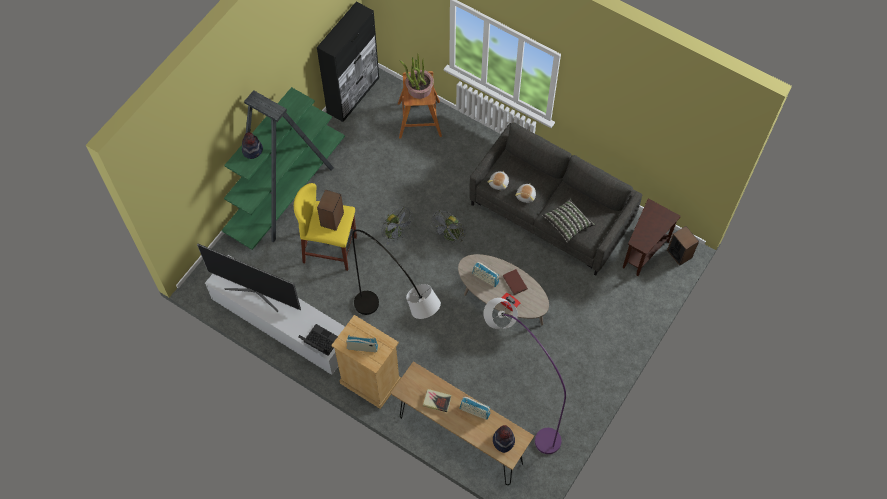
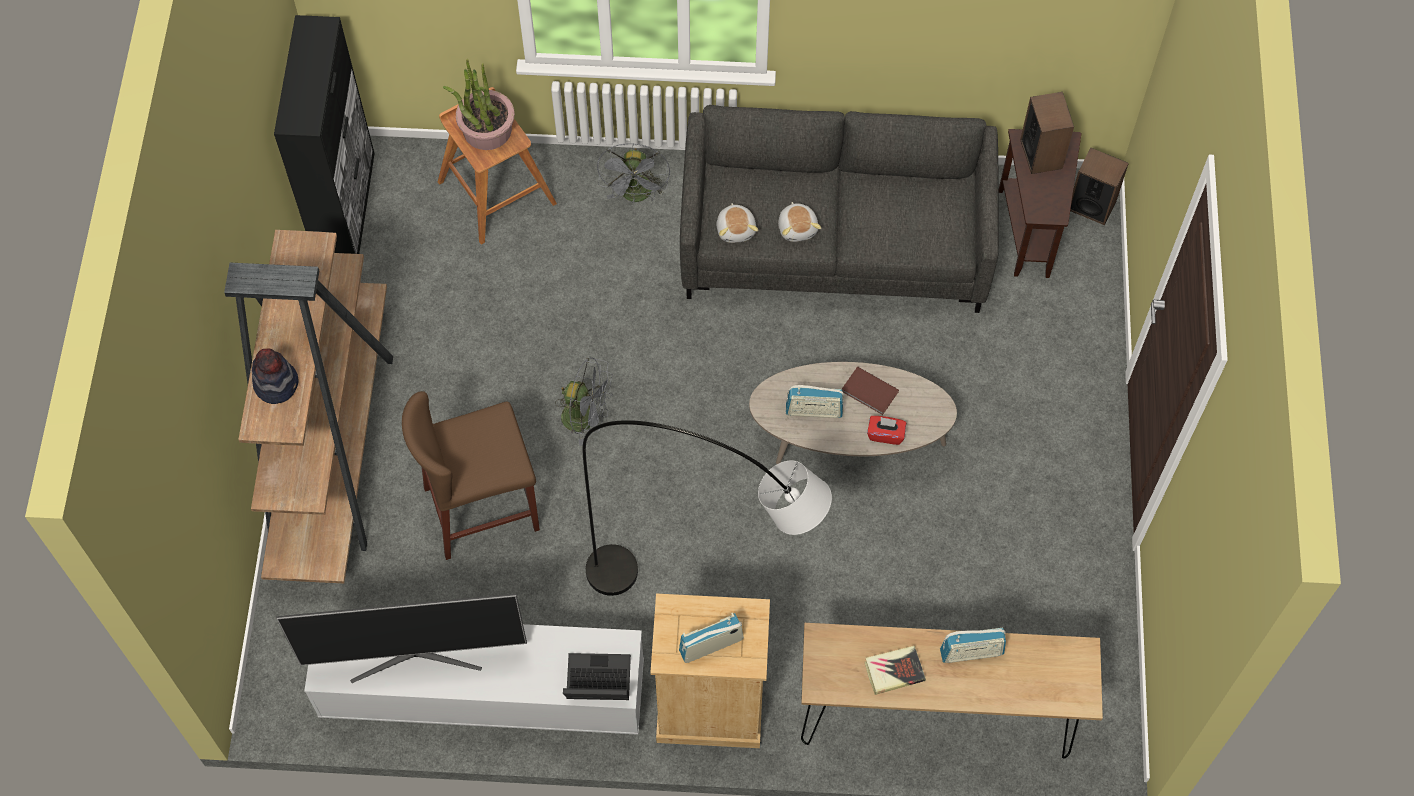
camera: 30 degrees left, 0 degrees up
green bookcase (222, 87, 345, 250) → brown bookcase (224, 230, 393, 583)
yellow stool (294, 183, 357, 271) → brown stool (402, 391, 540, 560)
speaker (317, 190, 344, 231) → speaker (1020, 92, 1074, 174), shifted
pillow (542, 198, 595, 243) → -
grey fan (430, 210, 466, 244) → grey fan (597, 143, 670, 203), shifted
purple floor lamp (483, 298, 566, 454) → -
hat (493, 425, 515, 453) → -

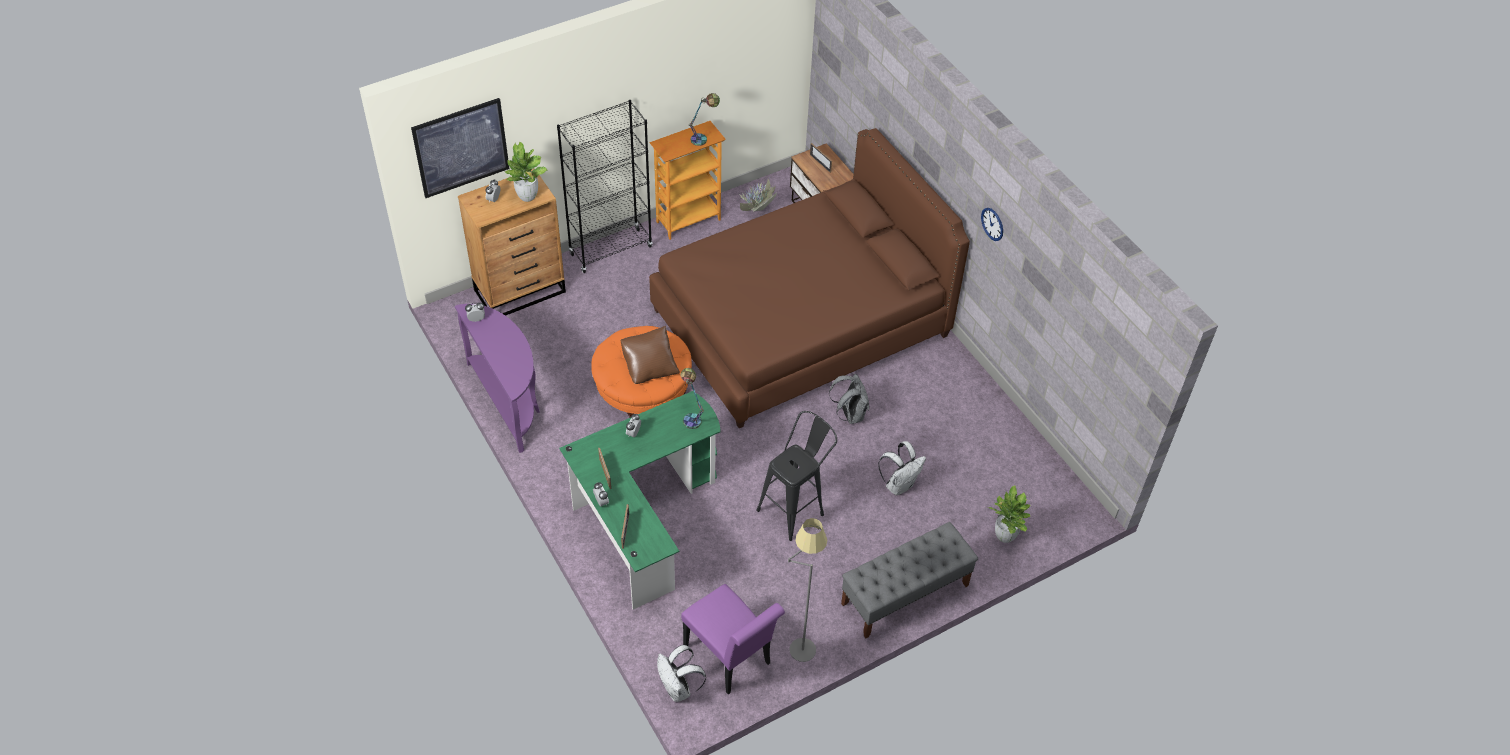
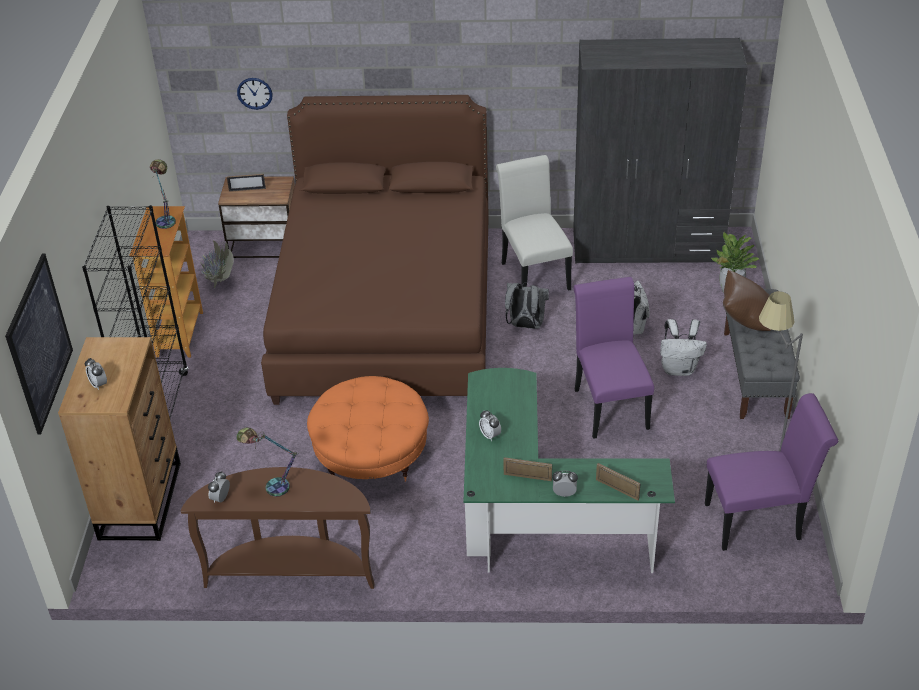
camera: 55 degrees left, 10 degrees down
potted plant (505, 141, 547, 202) → -
wall clock (981, 208, 1003, 241) → wall clock (237, 78, 273, 110), shifted
purple console table (455, 304, 540, 453) → brown console table (181, 467, 375, 589)
brown pillow (620, 326, 680, 384) → brown pillow (723, 270, 771, 331), shifted
table lamp (680, 368, 704, 429) → table lamp (236, 427, 298, 497), shifted
black stool (756, 411, 837, 541) → purple chair (574, 277, 654, 439)
white backpack (657, 645, 706, 702) → white backpack (660, 319, 707, 376), shifted
- → grey wardrobe (573, 38, 748, 264)
- → white chair (496, 155, 573, 291)

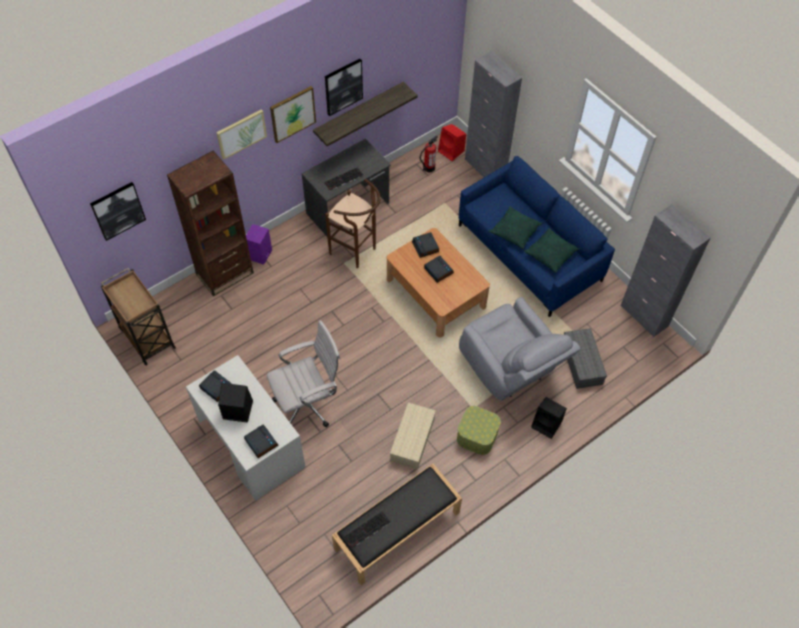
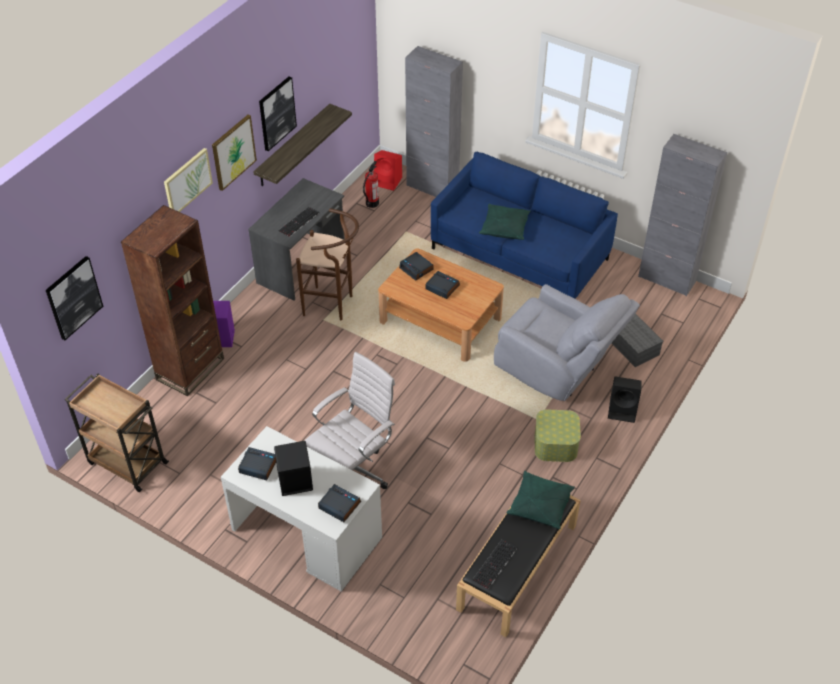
camera: 20 degrees left, 10 degrees down
green pillow (524, 228, 579, 273) → green pillow (506, 471, 575, 529), shifted
beige storage box (390, 402, 436, 469) → -

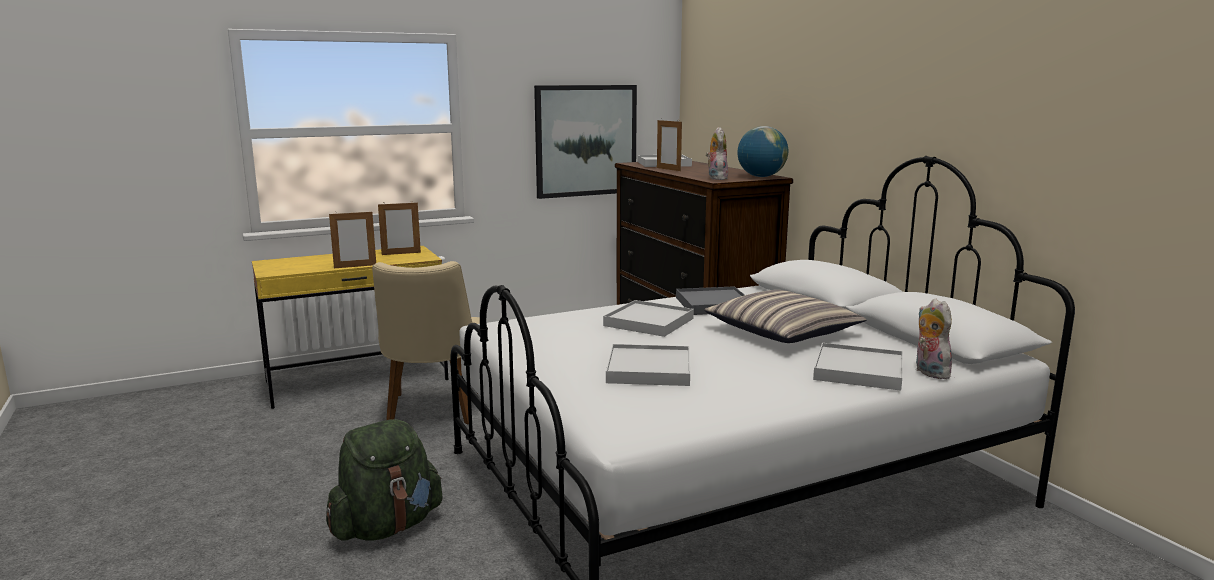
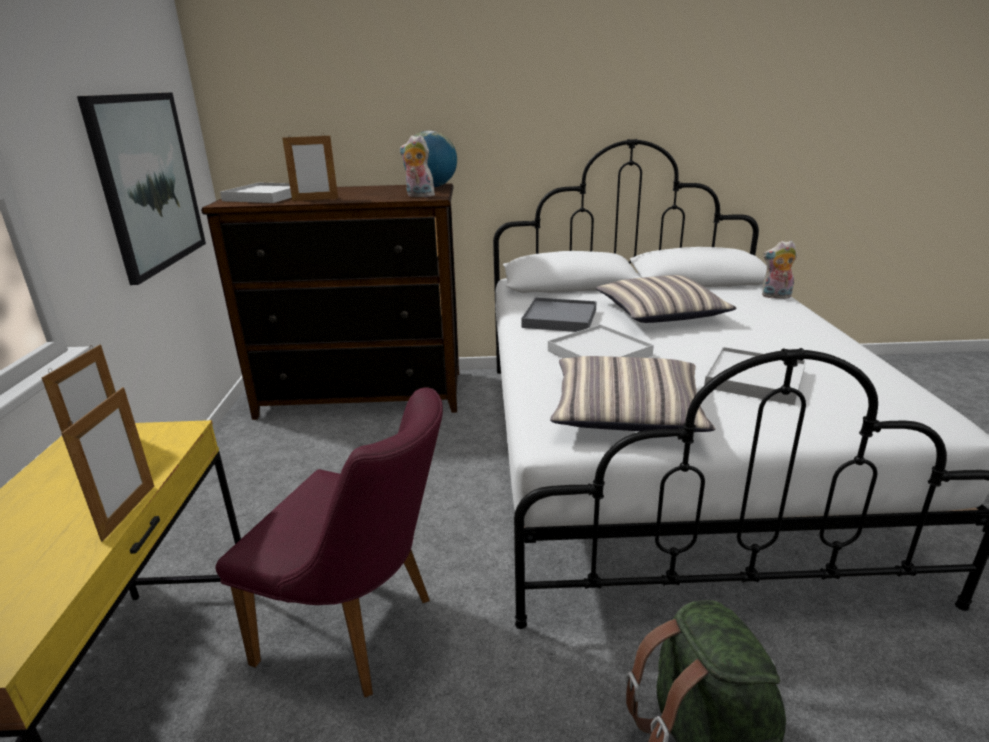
camera: 65 degrees left, 10 degrees up
beige chair (372, 261, 480, 424) → purple chair (215, 387, 443, 698)
white tray (813, 343, 903, 391) → -
- → pillow (550, 356, 715, 432)

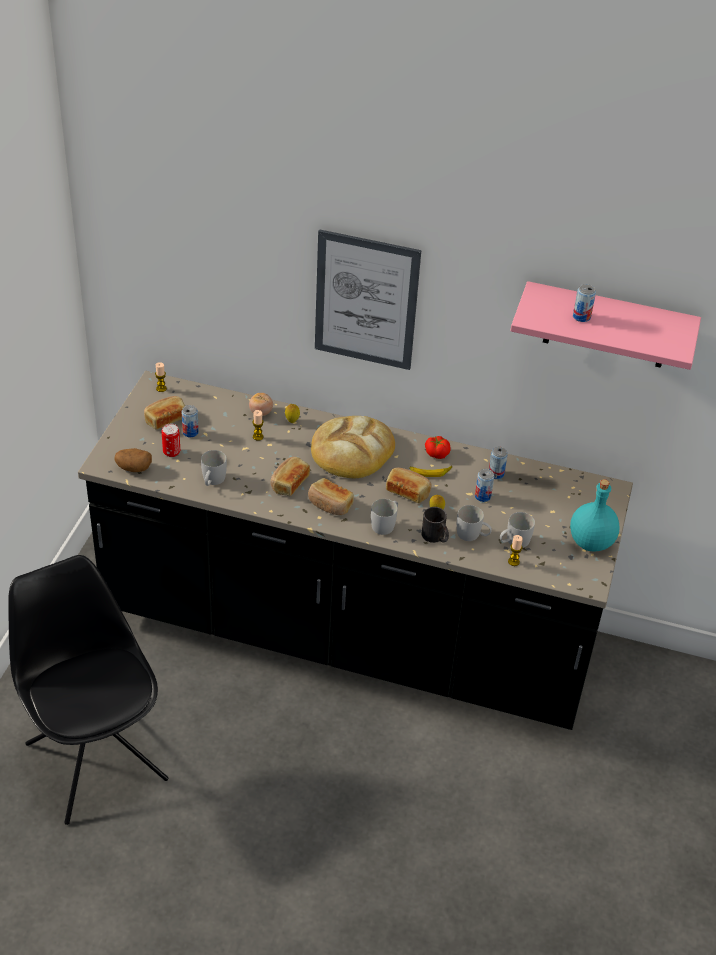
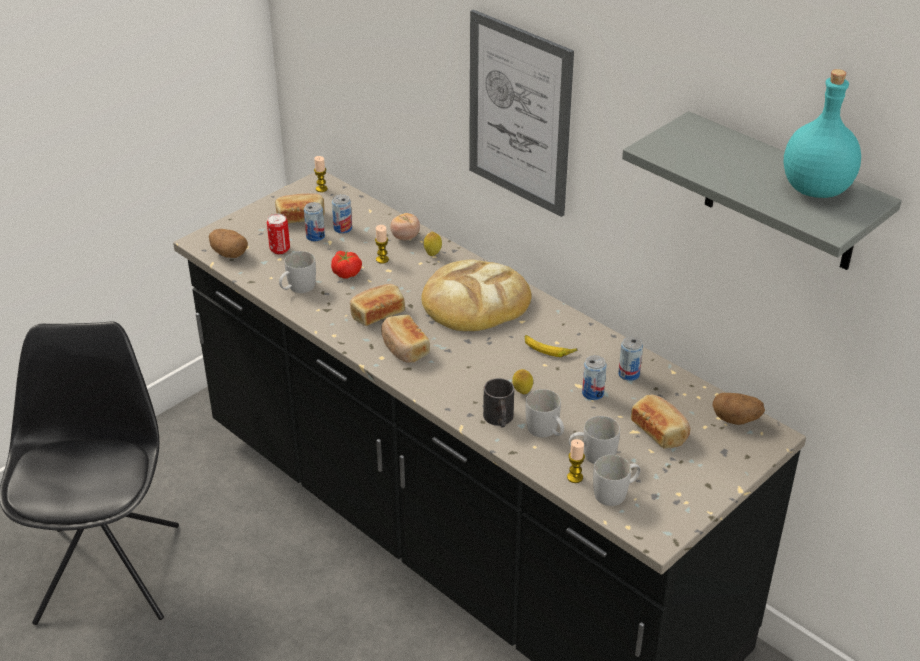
camera: 30 degrees right, 5 degrees down
pink shelf (511, 281, 701, 370) → grey shelf (622, 111, 902, 270)
can (573, 284, 596, 322) → can (332, 194, 352, 234), shifted
tomato (425, 436, 450, 459) → tomato (331, 251, 362, 279), shifted
bread (386, 468, 432, 503) → bread (631, 395, 690, 449), shifted
turquoise bottle (570, 479, 620, 552) → turquoise bottle (783, 69, 861, 198), shifted
white mug (371, 499, 398, 535) → white mug (593, 455, 640, 506), shifted
- → potato (713, 393, 765, 425)

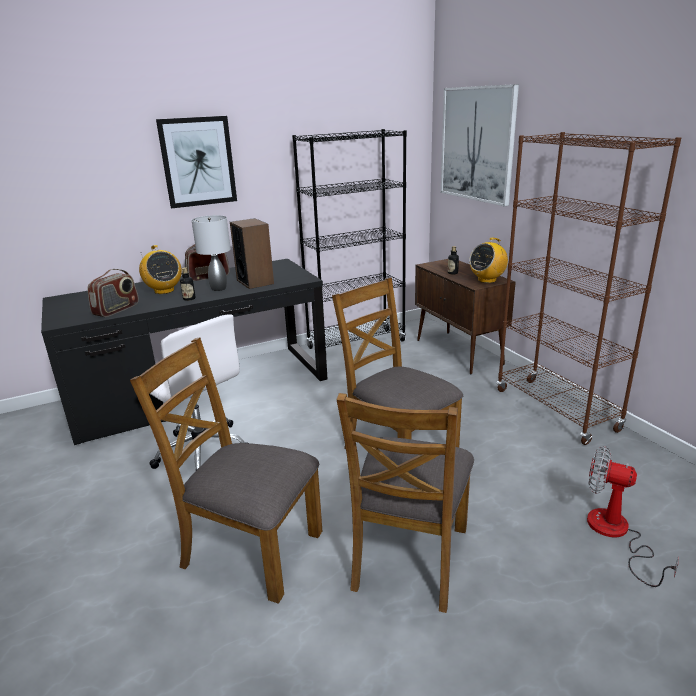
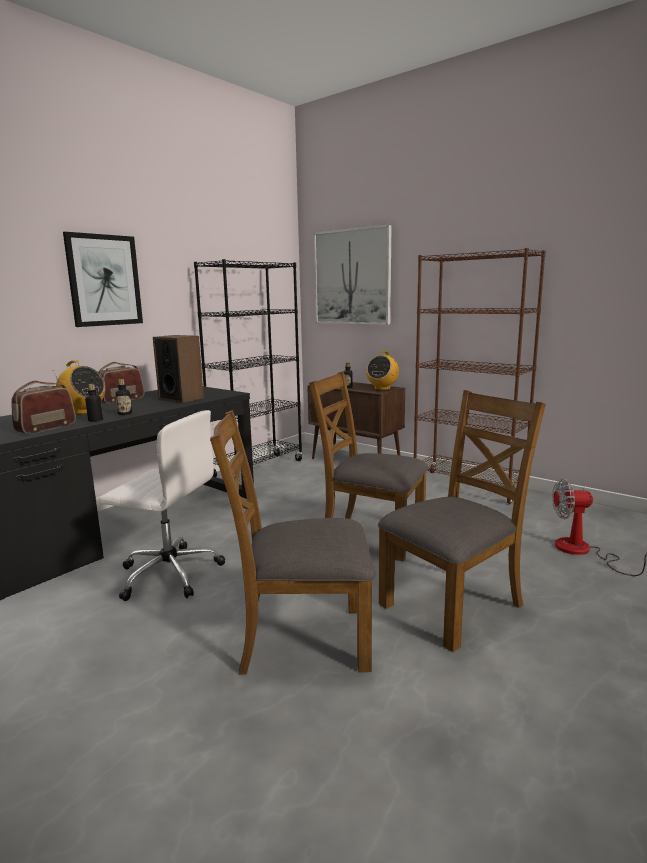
camera: 25 degrees left, 10 degrees down
grey table lamp (191, 215, 231, 291) → -
radio (88, 269, 139, 317) → radio (11, 380, 76, 434), 150 degrees counterclockwise
brown chair (336, 393, 474, 613) → brown chair (378, 390, 546, 652), 120 degrees counterclockwise
- → bottle (85, 384, 103, 422)

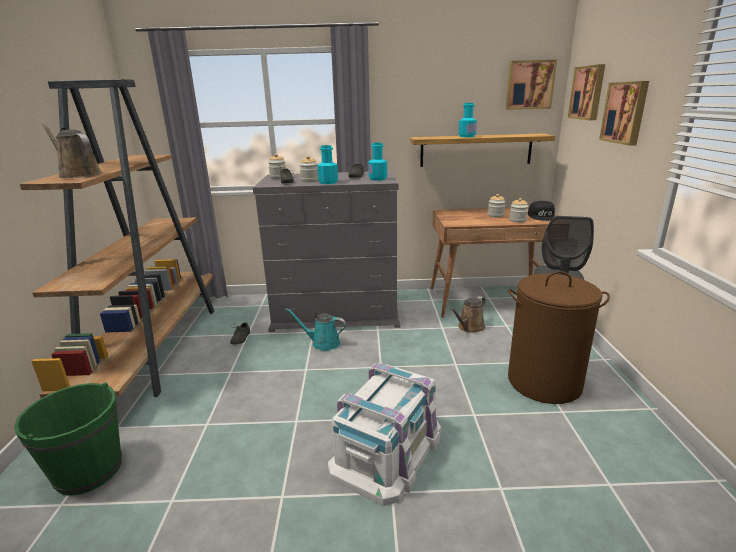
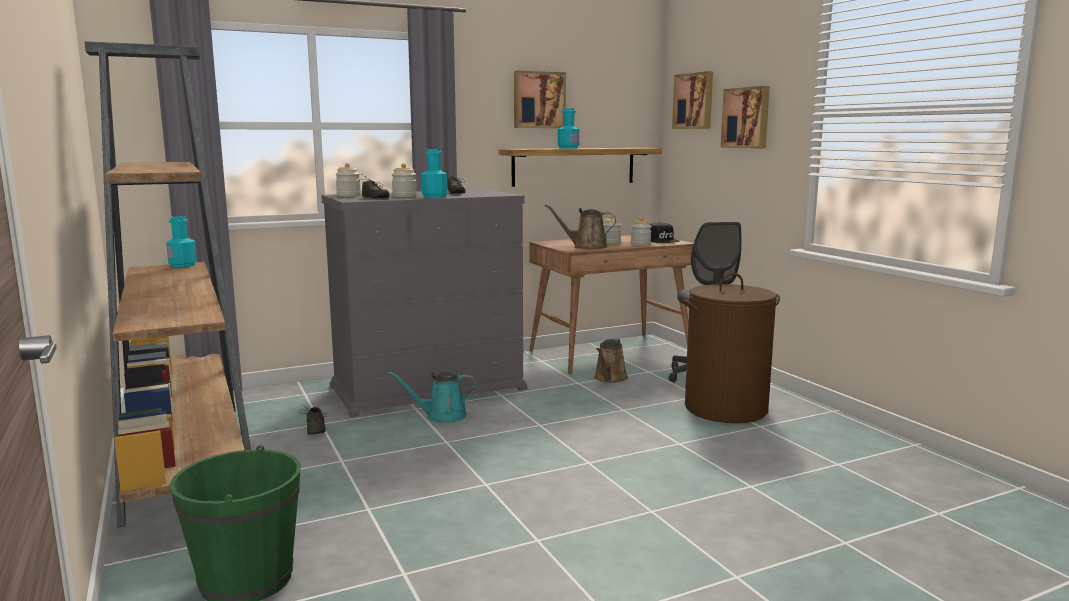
camera: 25 degrees left, 10 degrees down
picture (506, 60, 557, 110) → picture (514, 71, 566, 128), shifted
brown watering can (41, 123, 102, 178) → brown watering can (545, 204, 616, 249), shifted
turquoise bottle (368, 143, 387, 181) → turquoise bottle (166, 216, 197, 267), shifted
white storage box (328, 363, 441, 506) → -

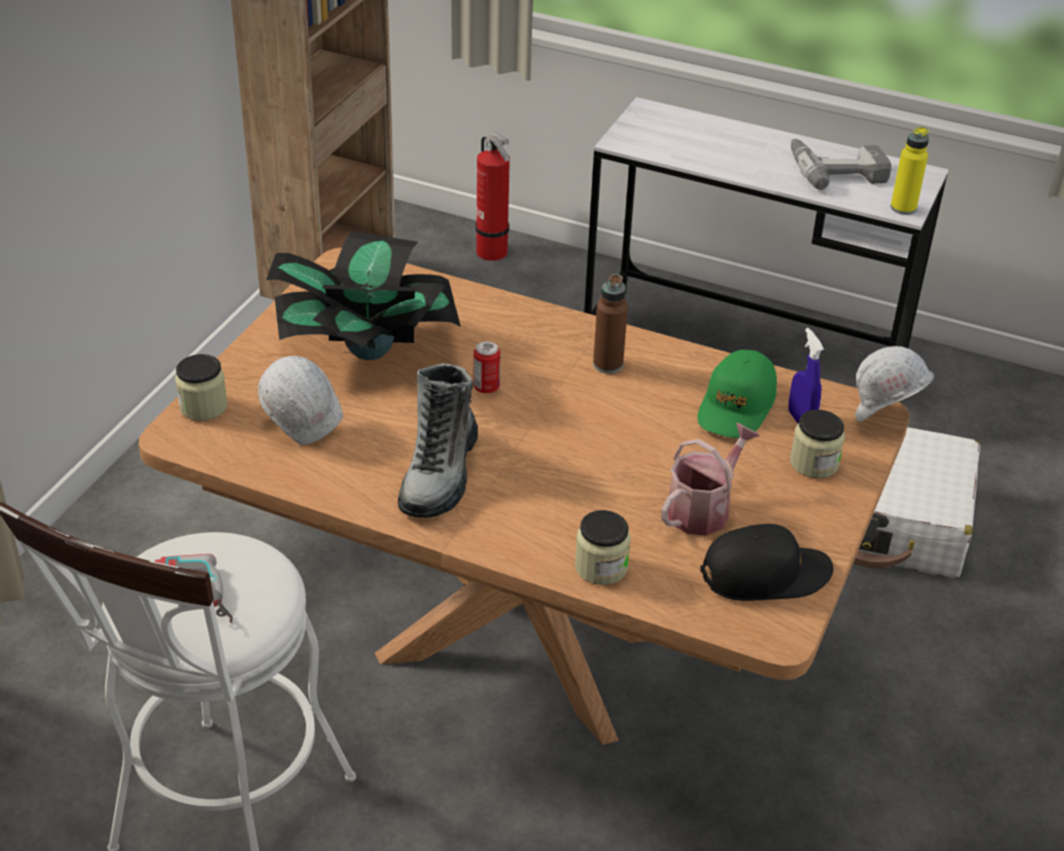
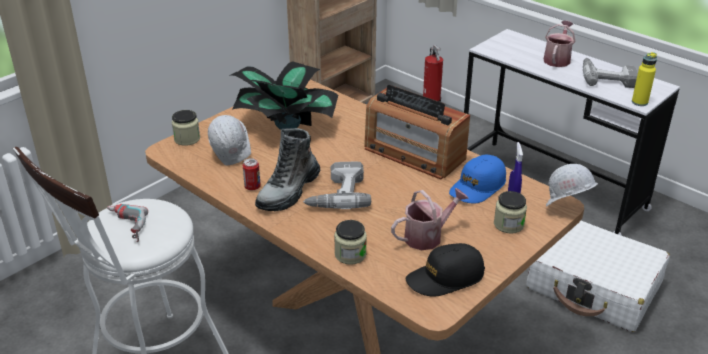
camera: 20 degrees right, 5 degrees down
brown bottle (593, 274, 628, 374) → radio (364, 85, 470, 179)
can (474, 341, 500, 393) → can (243, 158, 261, 190), shifted
green cap (697, 350, 777, 438) → blue cap (449, 155, 506, 204)
black cap (700, 524, 833, 601) → black cap (406, 243, 485, 297), 150 degrees clockwise
- → watering can (544, 21, 575, 67)
- → power drill (303, 161, 371, 209)

